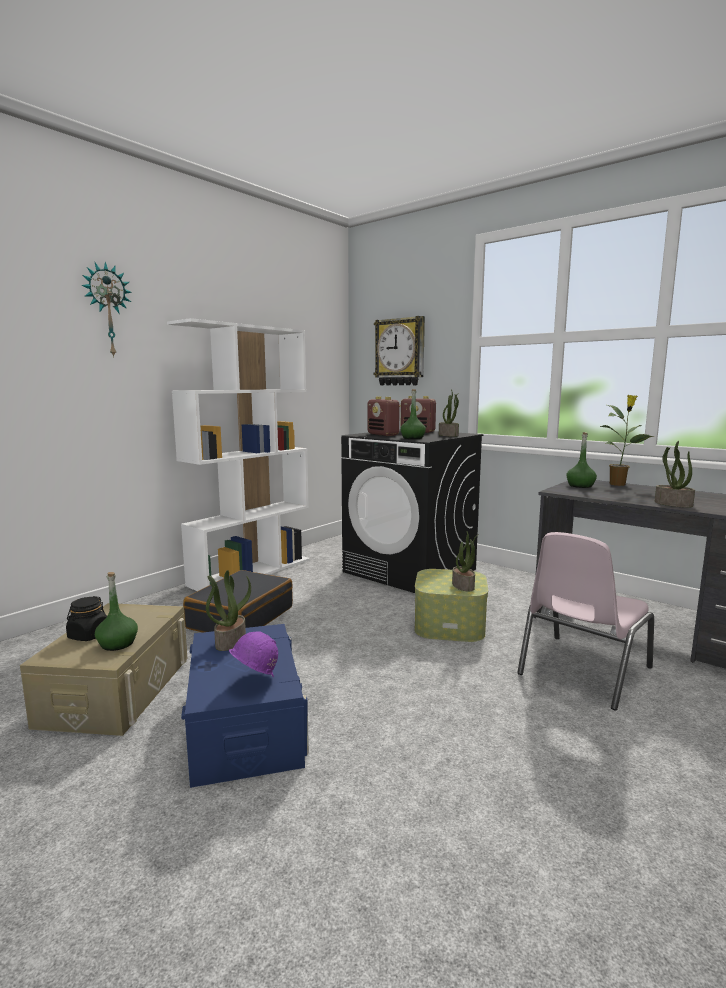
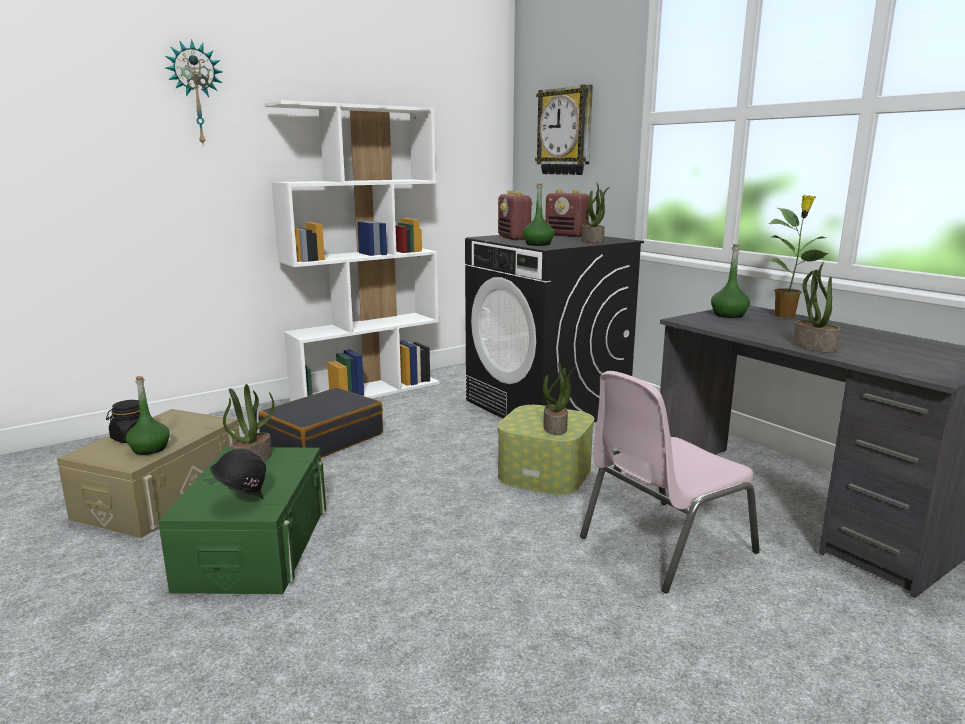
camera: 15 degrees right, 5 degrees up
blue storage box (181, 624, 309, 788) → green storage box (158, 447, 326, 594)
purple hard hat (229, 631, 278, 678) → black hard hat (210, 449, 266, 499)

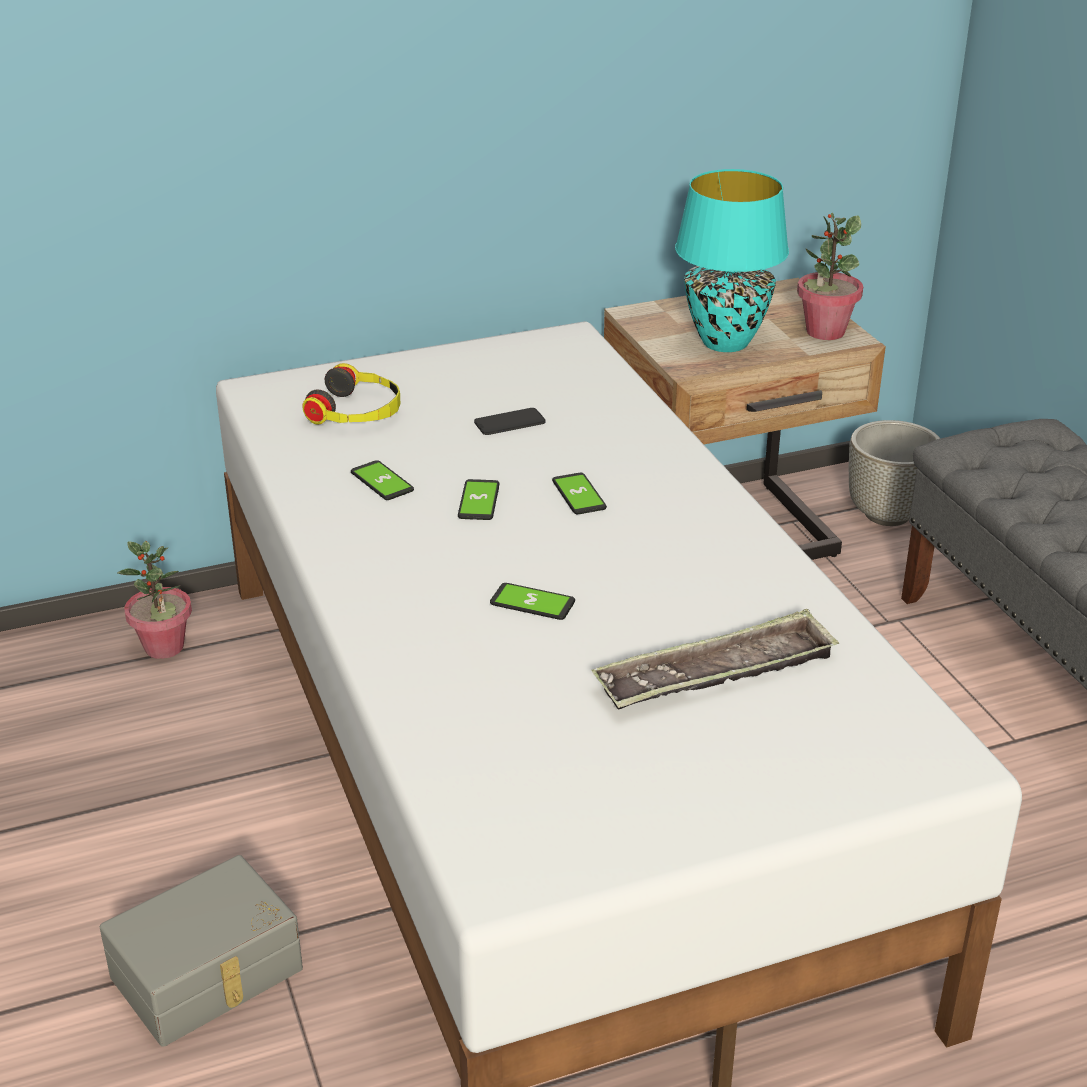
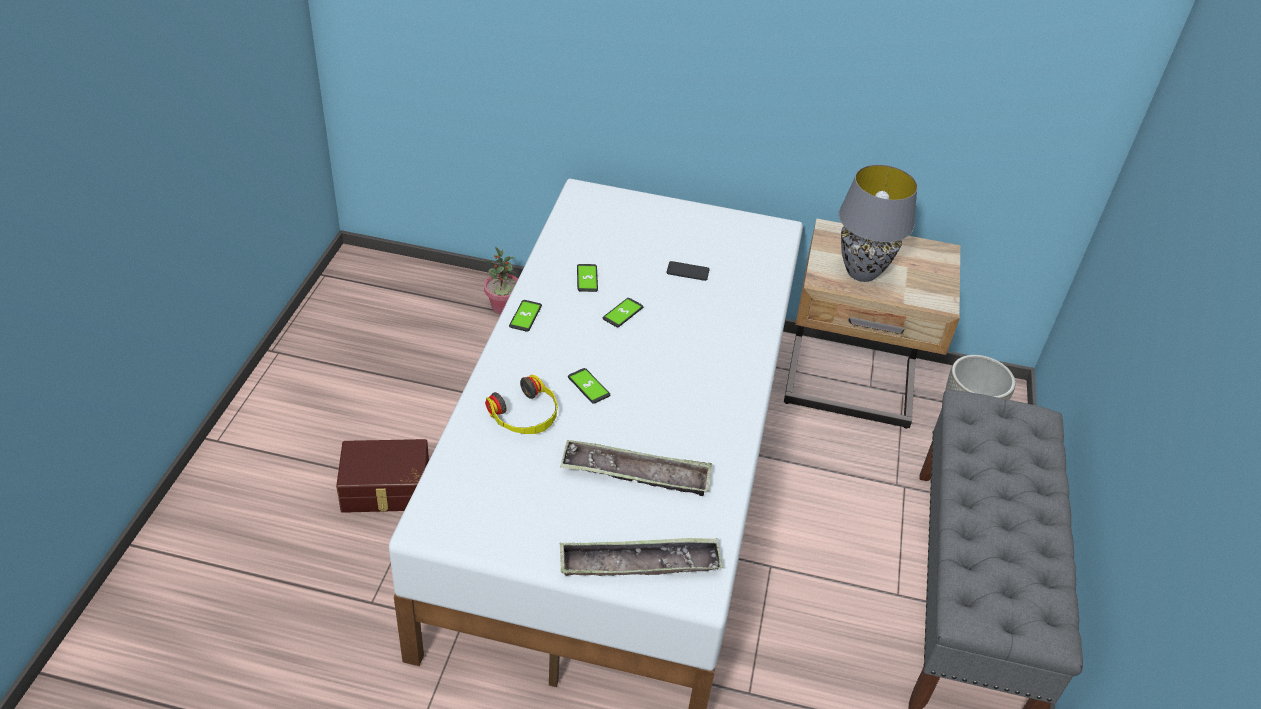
camera: 30 degrees right, 10 degrees up
turquoise table lamp (675, 169, 789, 352) → grey table lamp (839, 164, 918, 282)
potted plant (797, 213, 863, 340) → -
headphones (302, 363, 400, 425) → headphones (485, 375, 558, 434), shifted
phone (552, 473, 607, 514) → phone (509, 300, 542, 332), shifted
grey storage box (100, 855, 303, 1047) → brown storage box (336, 439, 429, 513)
- → tray (560, 538, 723, 576)

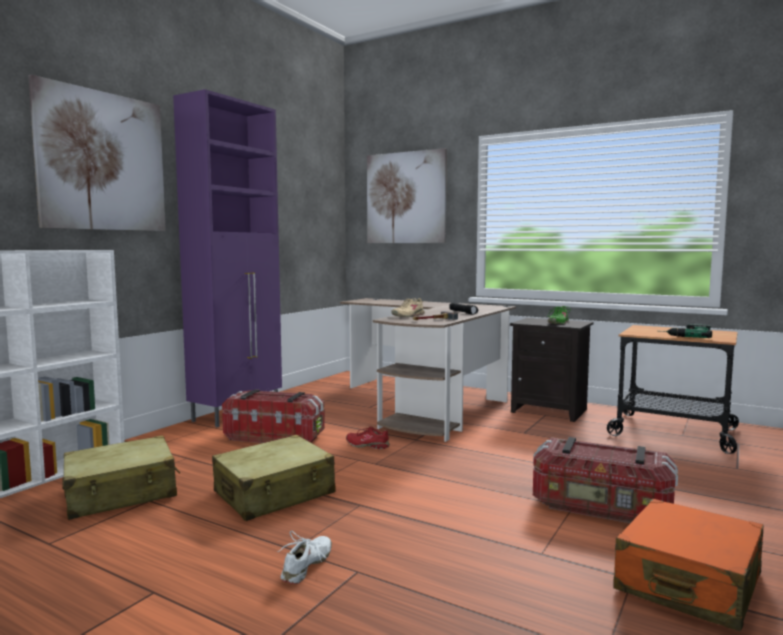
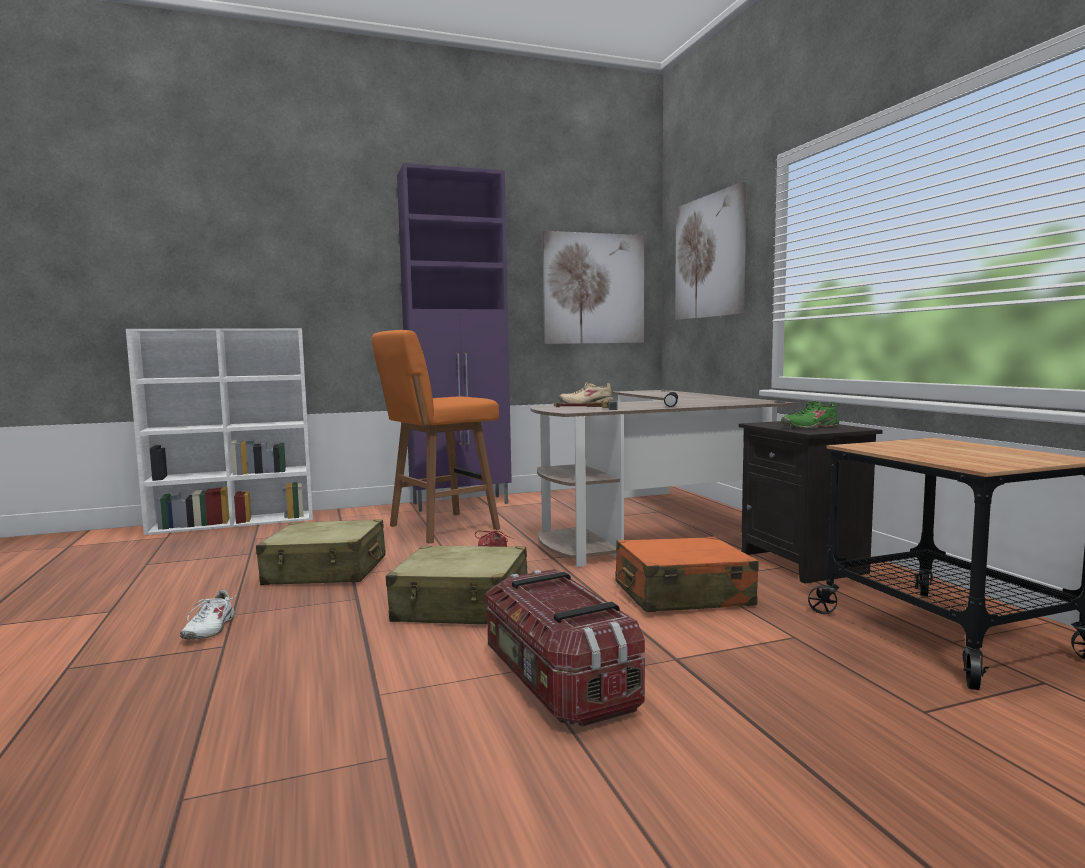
camera: 40 degrees right, 0 degrees up
picture (28, 75, 166, 231) → picture (542, 231, 644, 344), shifted
power drill (660, 324, 712, 338) → -
storage box (222, 389, 325, 443) → orange stool (372, 330, 500, 544)
beige suitcase (62, 435, 180, 520) → beige suitcase (386, 546, 528, 624), shifted
orange suitcase (613, 499, 763, 631) → orange suitcase (615, 537, 759, 612), shifted
white shoe (278, 531, 332, 584) → white shoe (180, 589, 236, 639), 120 degrees clockwise

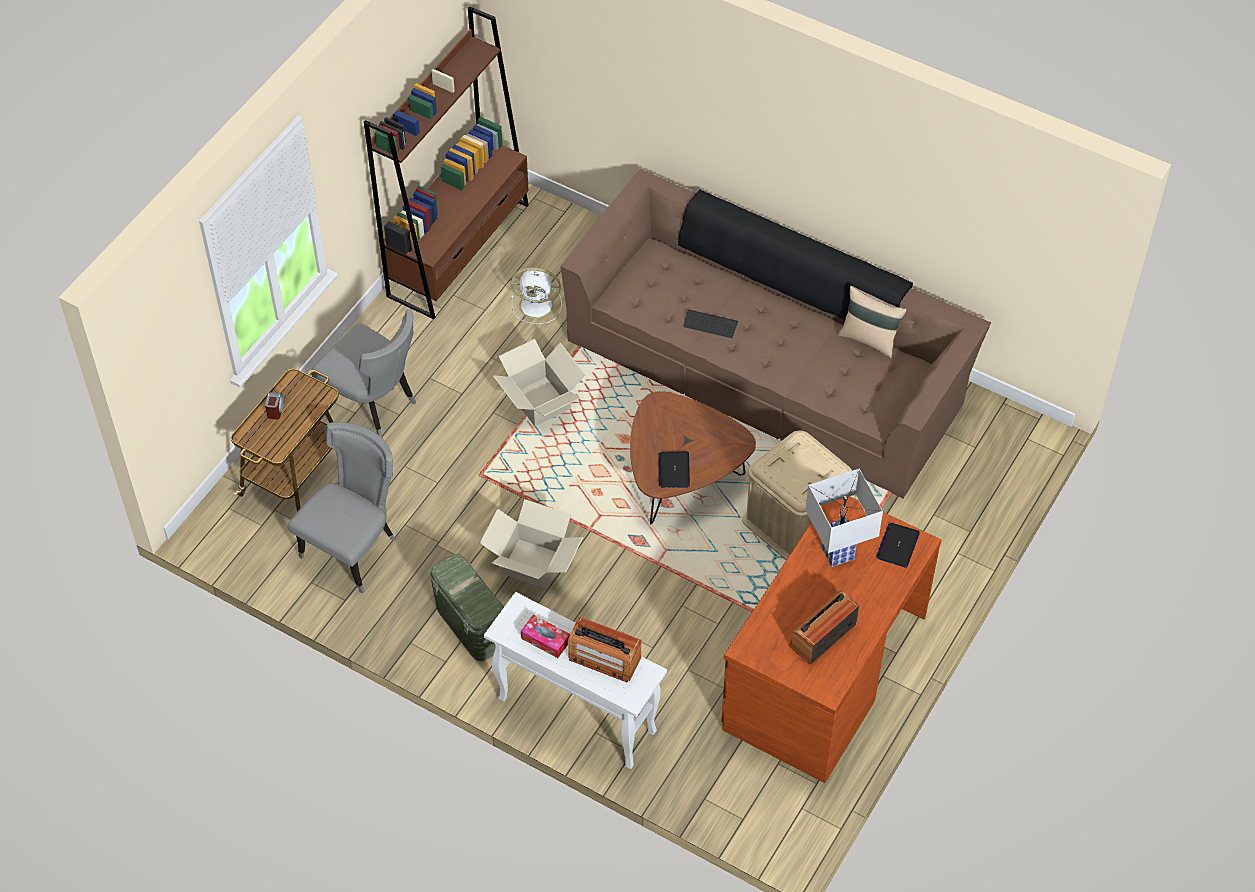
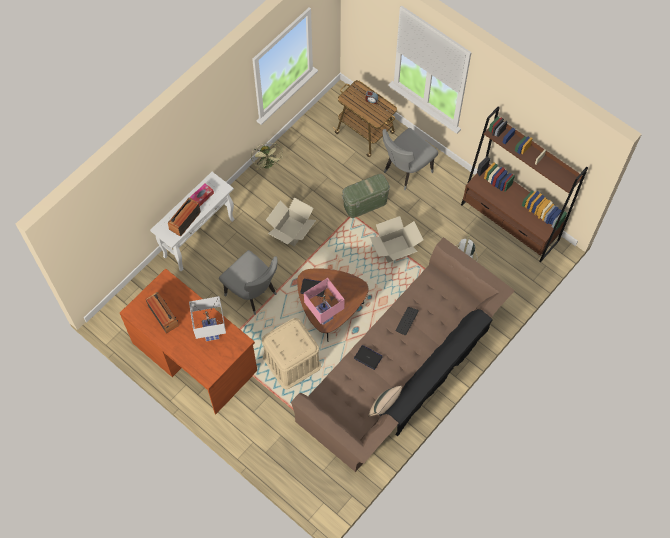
camera: 100 degrees right, 10 degrees up
grey chair (288, 422, 396, 594) → grey chair (219, 250, 278, 315), shifted
laptop (876, 523, 920, 568) → laptop (354, 345, 382, 370), shifted
green storage box (430, 554, 504, 662) → green storage box (342, 174, 390, 218), shifted
- → green fan (251, 143, 283, 170)
- → pink table lamp (304, 278, 345, 325)

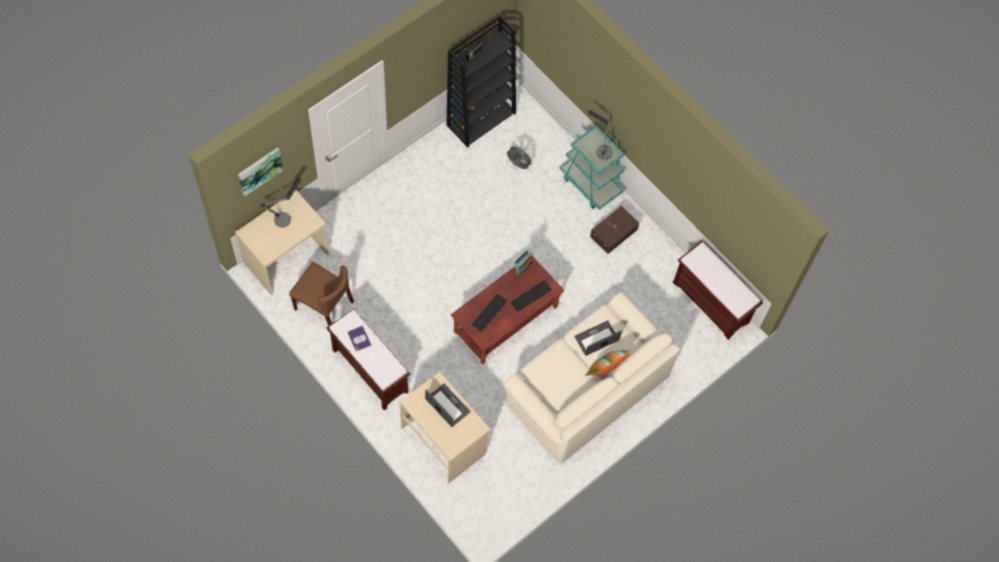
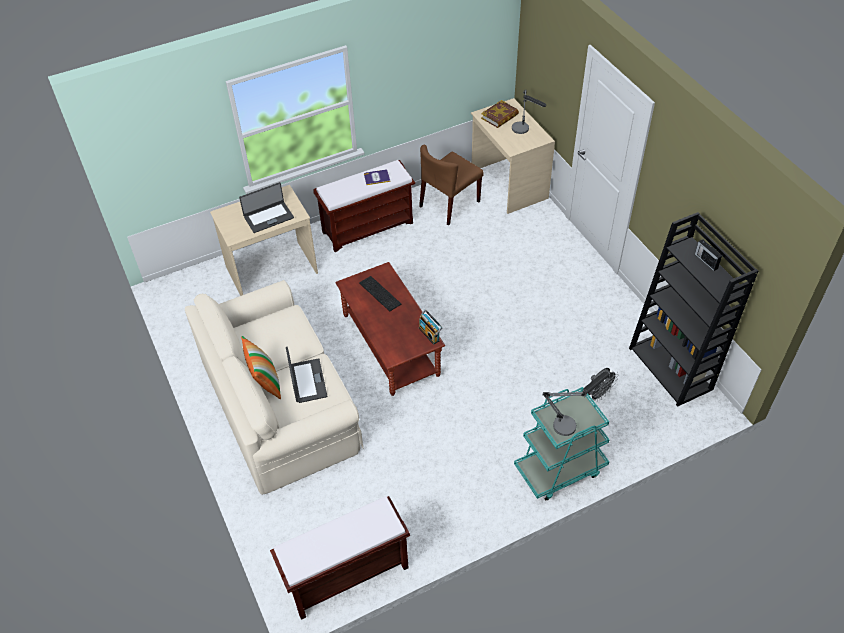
camera: 110 degrees right, 15 degrees down
picture (238, 147, 283, 196) → -
brown storage box (590, 206, 639, 254) → -
keyboard (511, 280, 552, 312) → -
- → book (481, 100, 519, 128)

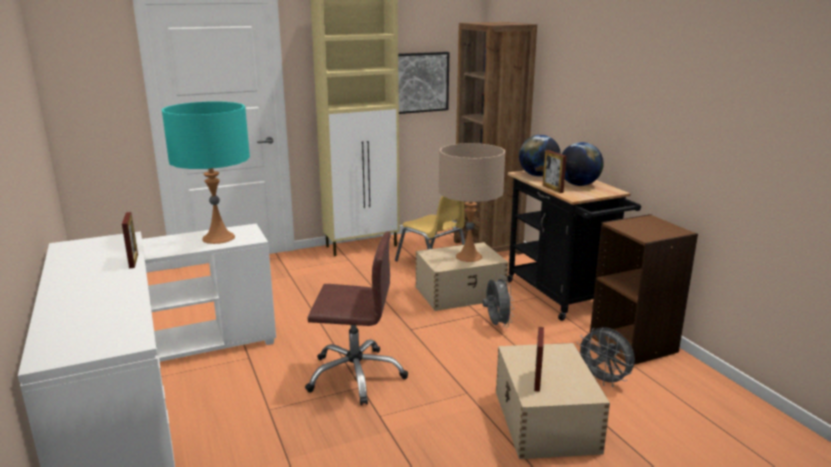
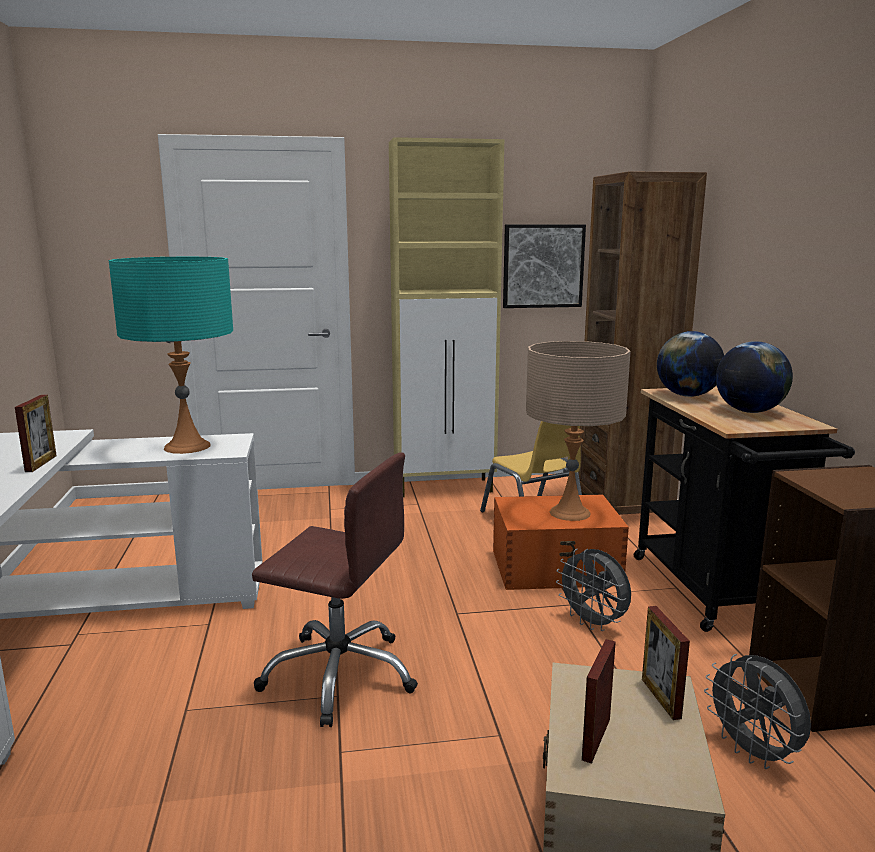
camera: 15 degrees right, 5 degrees down
picture frame (543, 150, 567, 193) → picture frame (642, 606, 690, 720), shifted
beige storage box (416, 242, 508, 311) → orange storage box (493, 495, 629, 590)
grey fan (482, 275, 514, 328) → grey fan (556, 549, 631, 631), 135 degrees clockwise

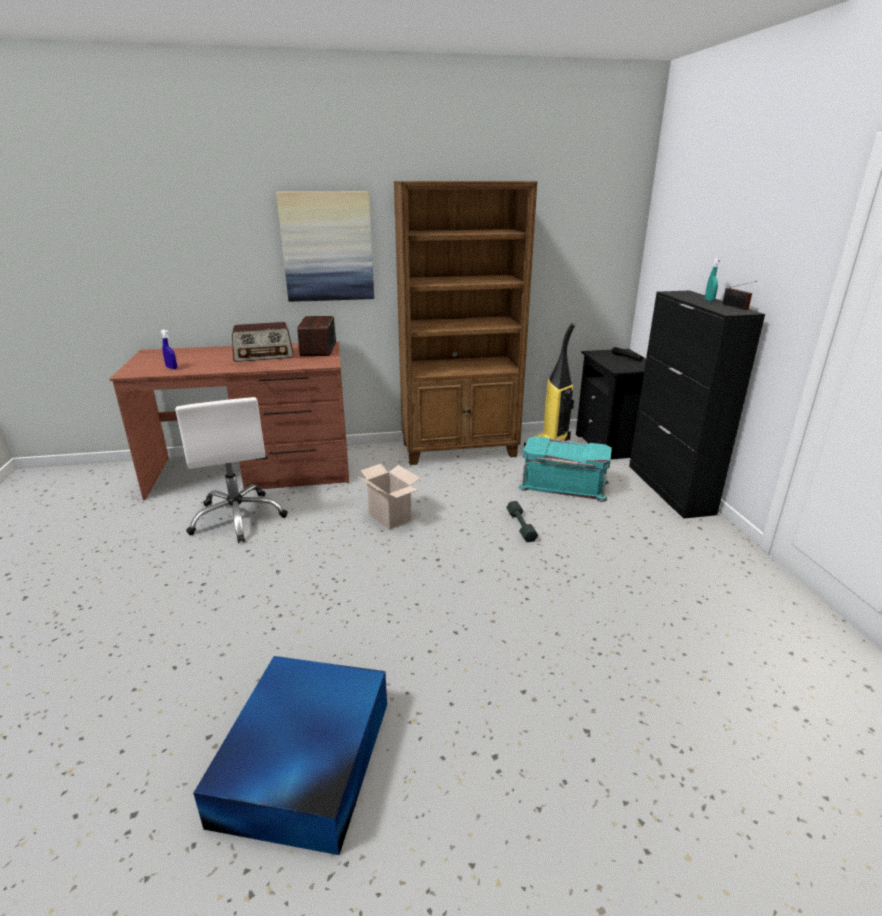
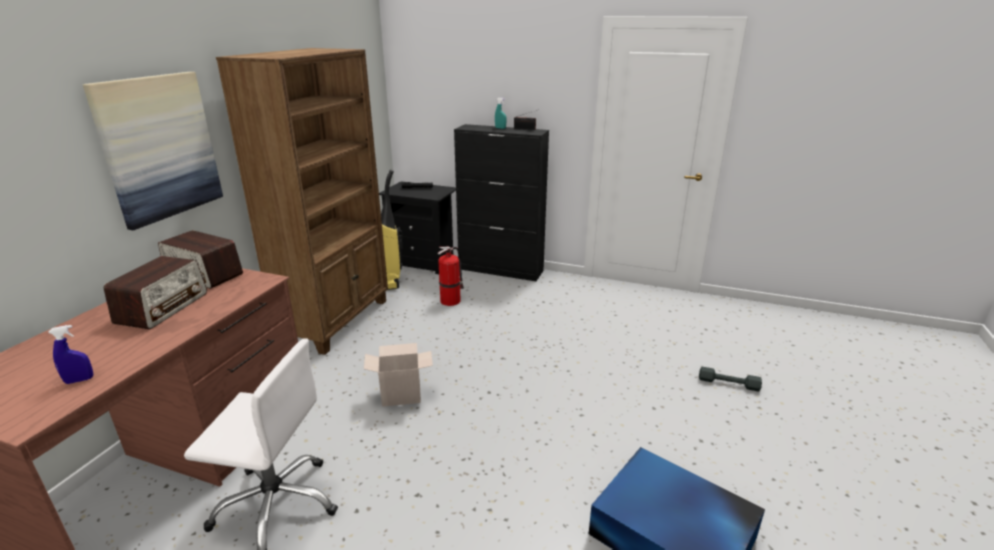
camera: 60 degrees left, 0 degrees up
turquoise storage box (519, 436, 612, 502) → fire extinguisher (437, 247, 464, 306)
grey dumbbell (506, 501, 538, 542) → grey dumbbell (699, 367, 762, 392), shifted

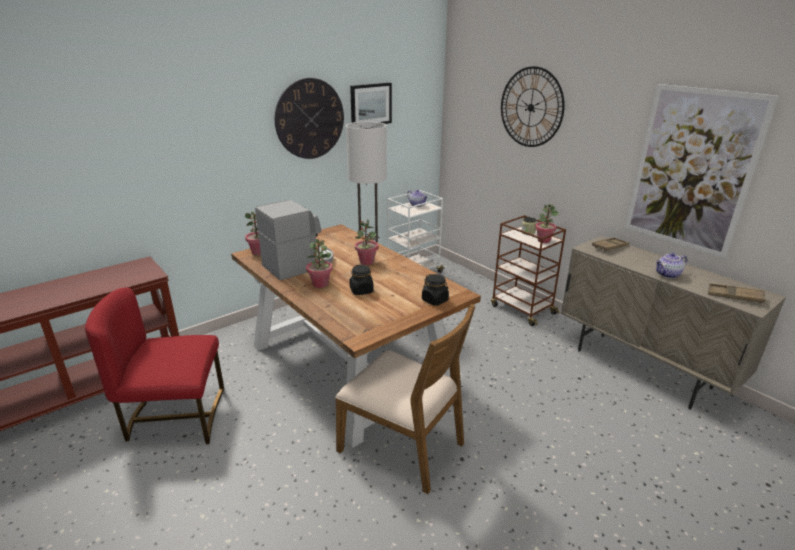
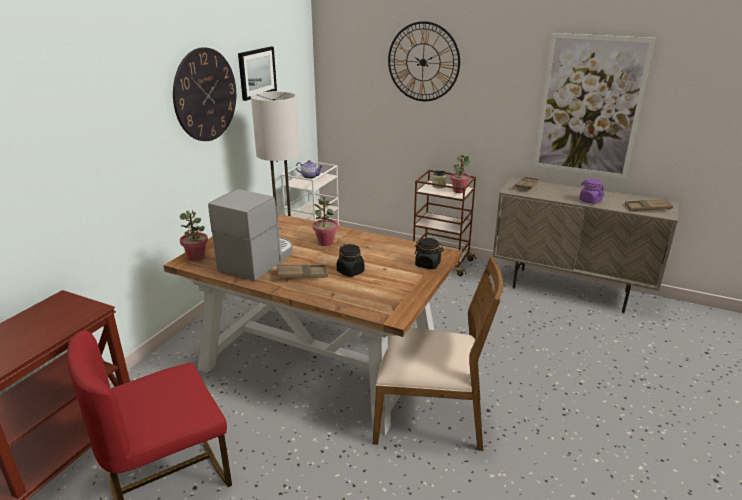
camera: 25 degrees left, 0 degrees up
potted plant (306, 239, 332, 288) → brown tray (277, 265, 328, 279)
teapot (655, 253, 687, 278) → purple jar (579, 179, 604, 204)

